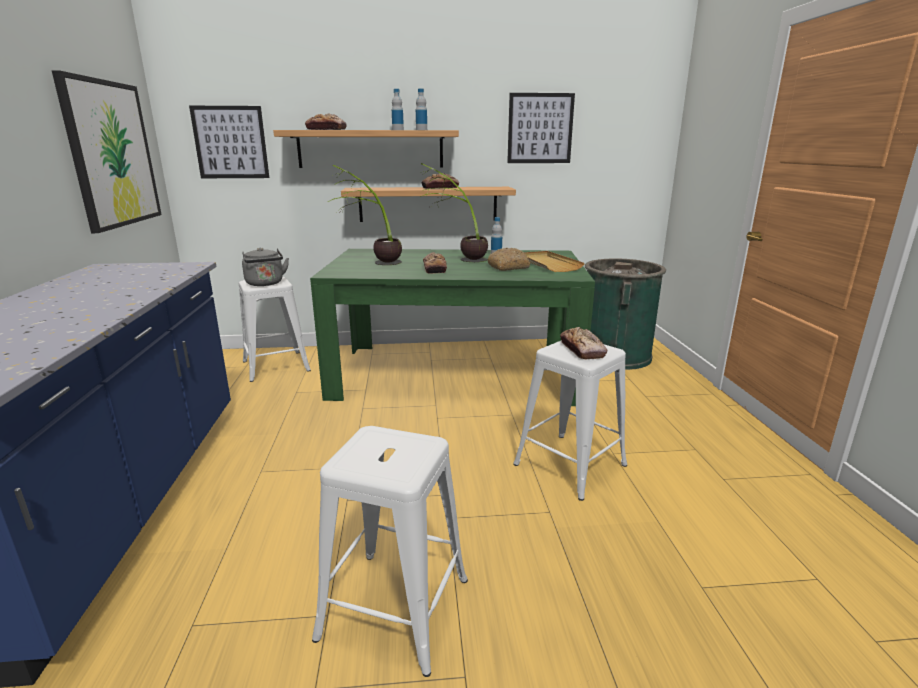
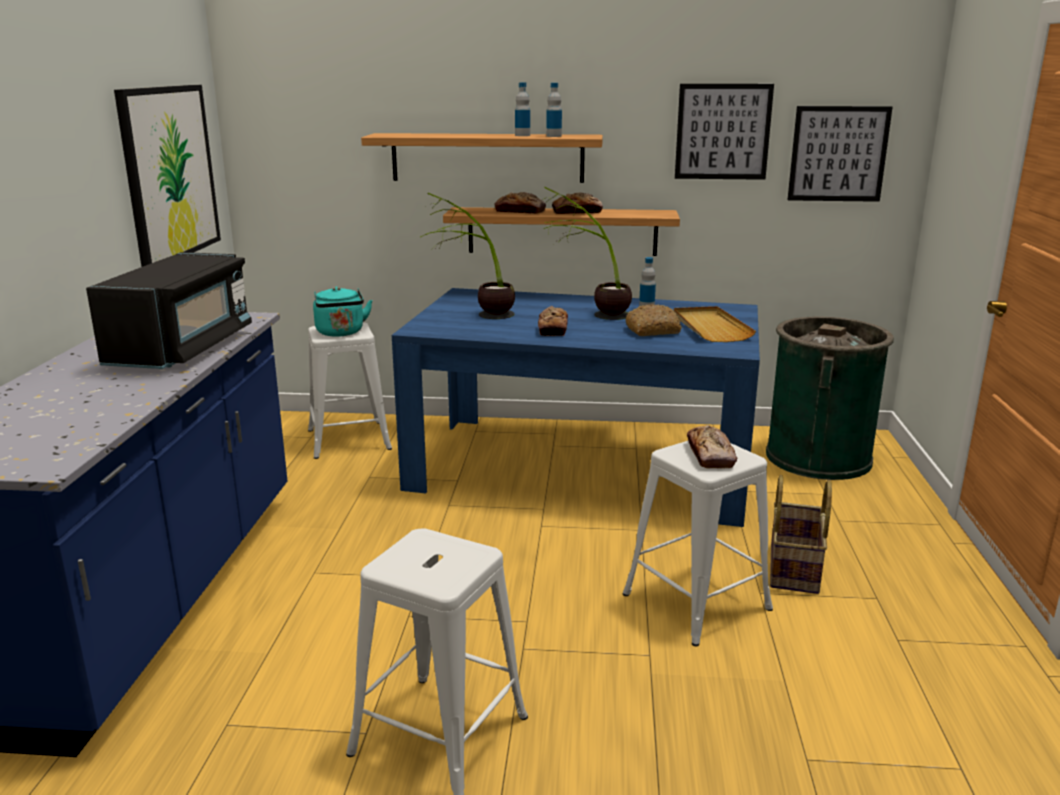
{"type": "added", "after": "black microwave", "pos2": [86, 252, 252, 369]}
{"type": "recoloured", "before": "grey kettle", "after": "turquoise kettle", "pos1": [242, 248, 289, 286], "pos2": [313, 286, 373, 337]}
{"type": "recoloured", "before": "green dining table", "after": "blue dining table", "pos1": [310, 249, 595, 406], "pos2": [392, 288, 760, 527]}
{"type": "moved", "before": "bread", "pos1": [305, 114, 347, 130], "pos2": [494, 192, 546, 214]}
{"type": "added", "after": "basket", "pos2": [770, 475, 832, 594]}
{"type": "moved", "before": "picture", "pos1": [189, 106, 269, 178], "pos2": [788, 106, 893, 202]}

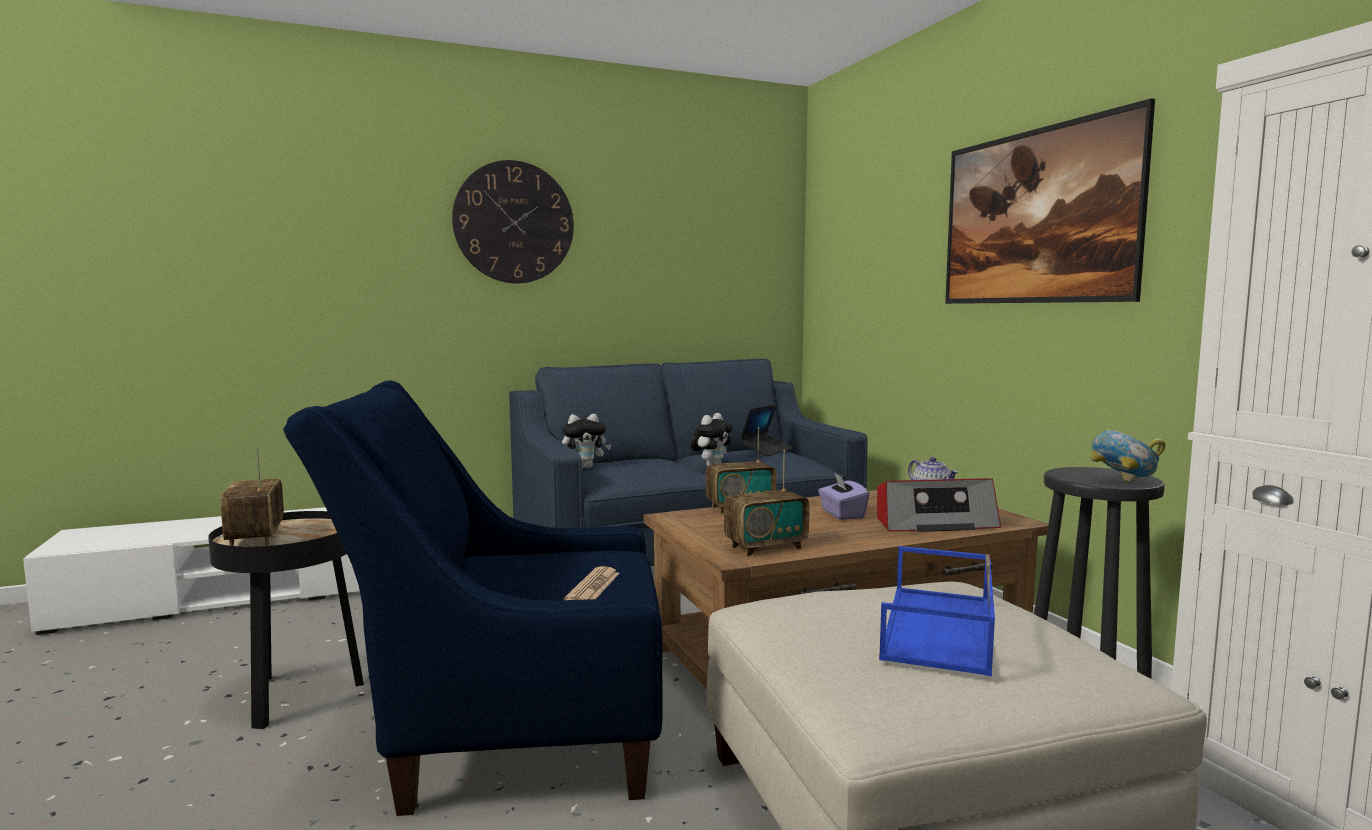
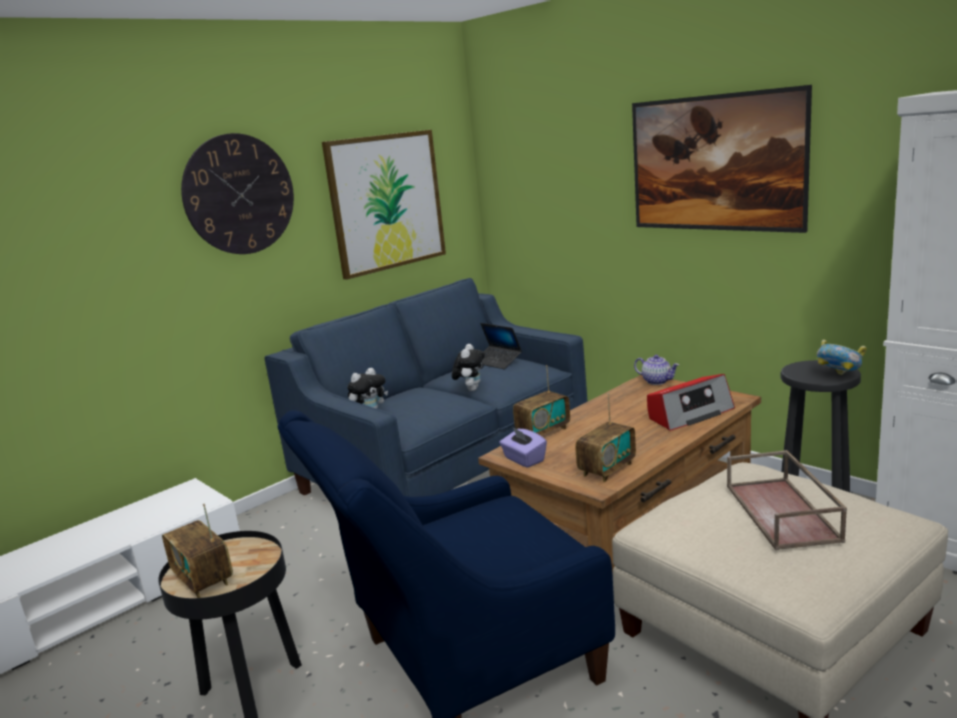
{"type": "added", "after": "picture", "pos2": [322, 130, 446, 280]}
{"type": "turned", "before": "laptop", "pos1": [739, 404, 793, 456], "pos2": [480, 323, 522, 369], "turn": 120}
{"type": "moved", "before": "purple tissue box", "pos1": [818, 472, 869, 520], "pos2": [499, 428, 547, 468]}
{"type": "recoloured", "before": "blue tray", "after": "brown tray", "pos1": [879, 546, 995, 677], "pos2": [727, 450, 847, 550]}
{"type": "removed", "before": "newspaper", "pos1": [564, 566, 620, 600]}

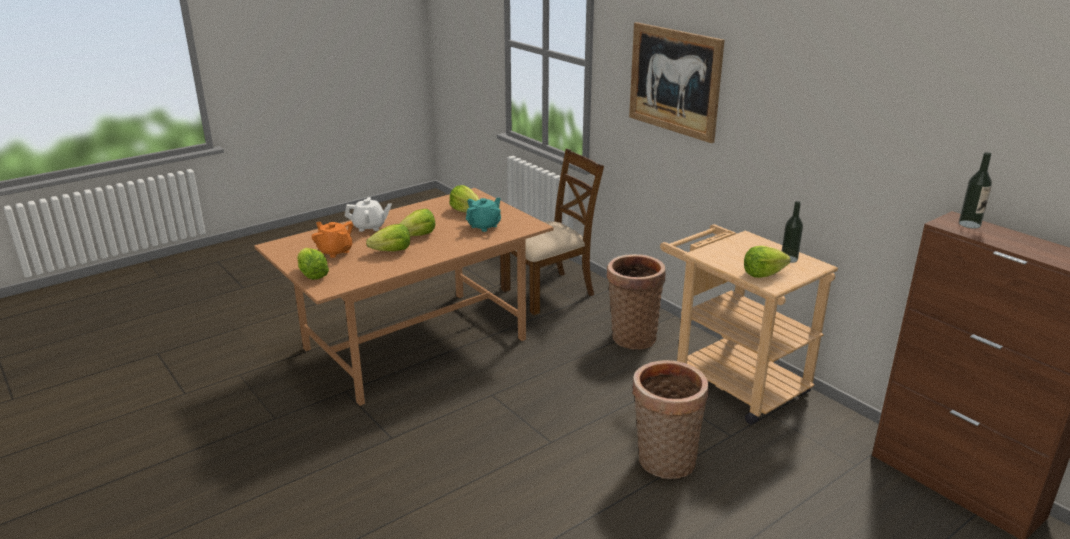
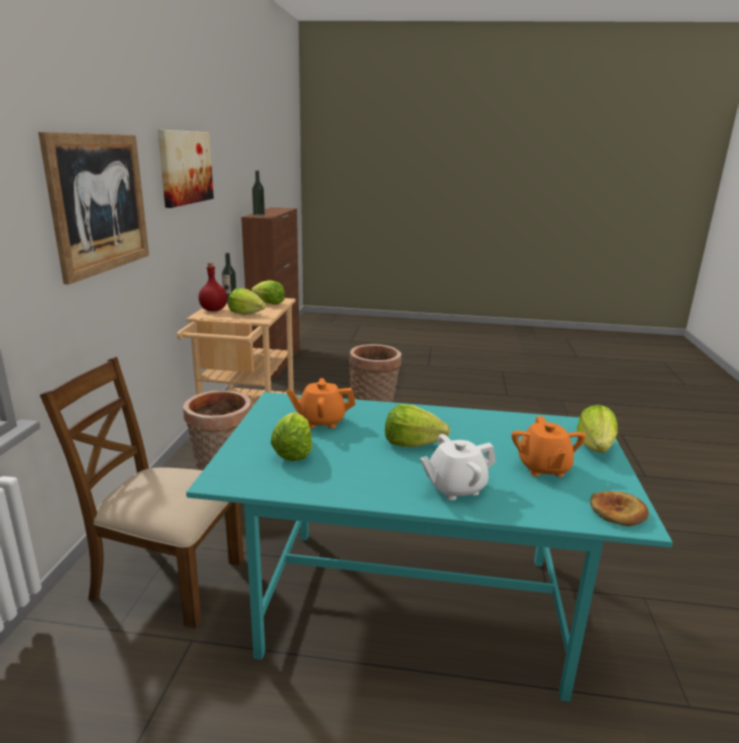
{"type": "added", "after": "picture", "pos2": [158, 130, 214, 208]}
{"type": "recoloured", "before": "brown dining table", "after": "turquoise dining table", "pos1": [254, 188, 553, 406], "pos2": [186, 392, 673, 702]}
{"type": "added", "after": "red bottle", "pos2": [199, 262, 227, 311]}
{"type": "moved", "before": "lettuce", "pos1": [366, 224, 410, 251], "pos2": [228, 288, 266, 315]}
{"type": "recoloured", "before": "turquoise teapot", "after": "orange teapot", "pos1": [466, 198, 501, 232], "pos2": [286, 378, 355, 428]}
{"type": "turned", "before": "white teapot", "pos1": [345, 197, 392, 232], "pos2": [420, 434, 496, 500], "turn": -60}
{"type": "added", "after": "bread", "pos2": [590, 491, 649, 526]}

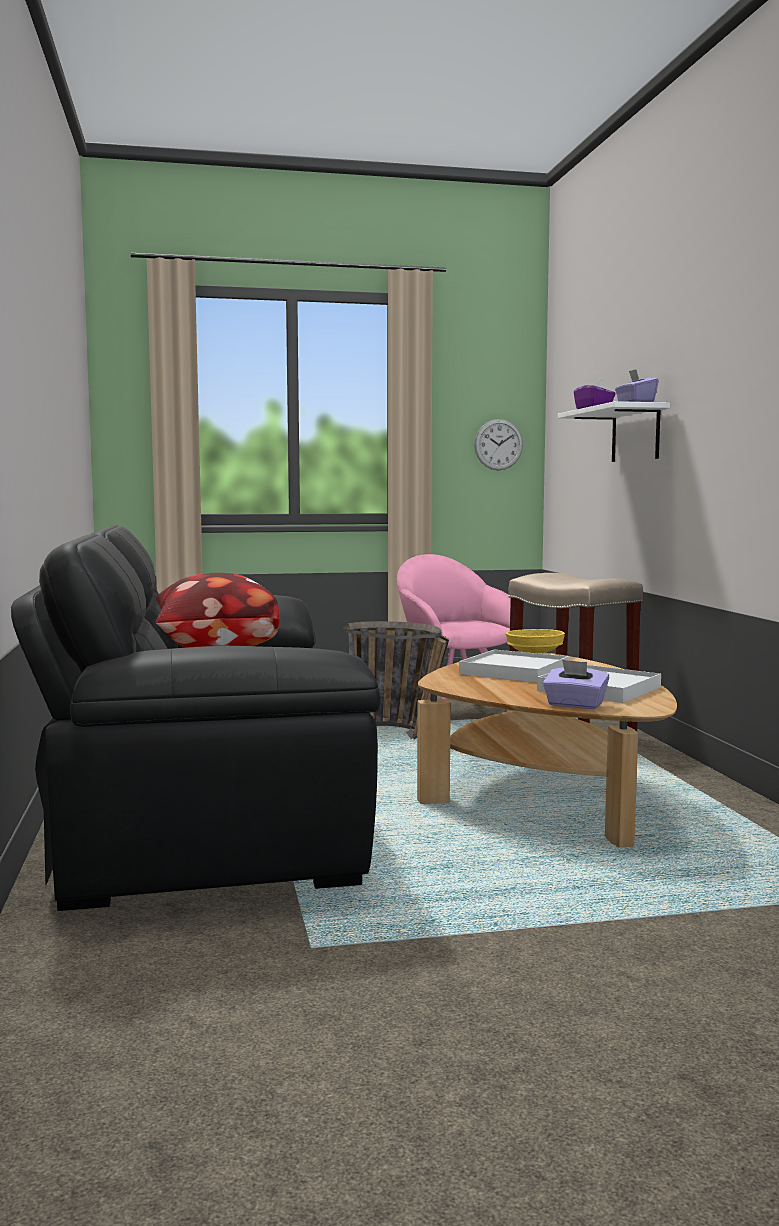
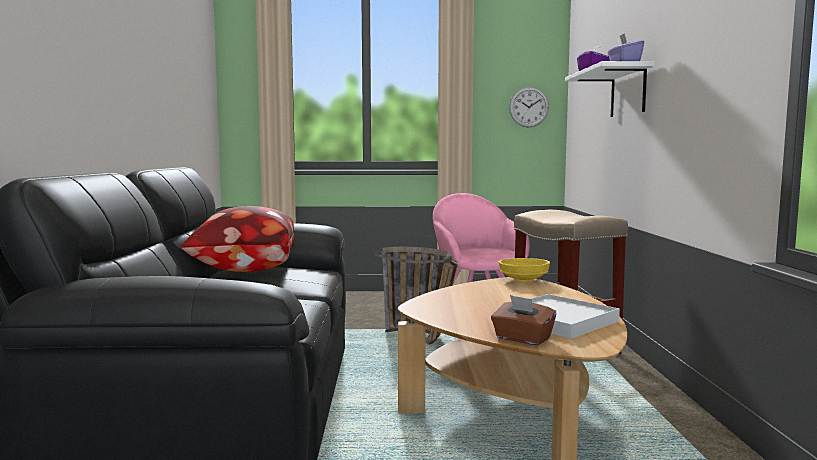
{"type": "recoloured", "before": "purple tissue box", "after": "brown tissue box", "pos1": [543, 659, 609, 709], "pos2": [491, 295, 556, 345]}
{"type": "removed", "before": "white tray", "pos1": [459, 650, 569, 682]}

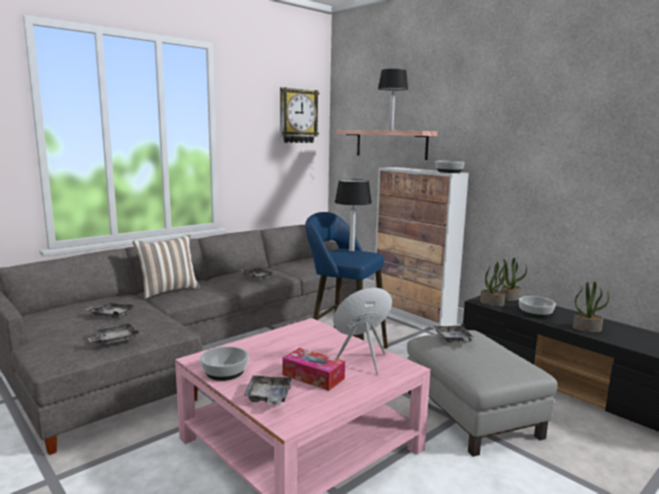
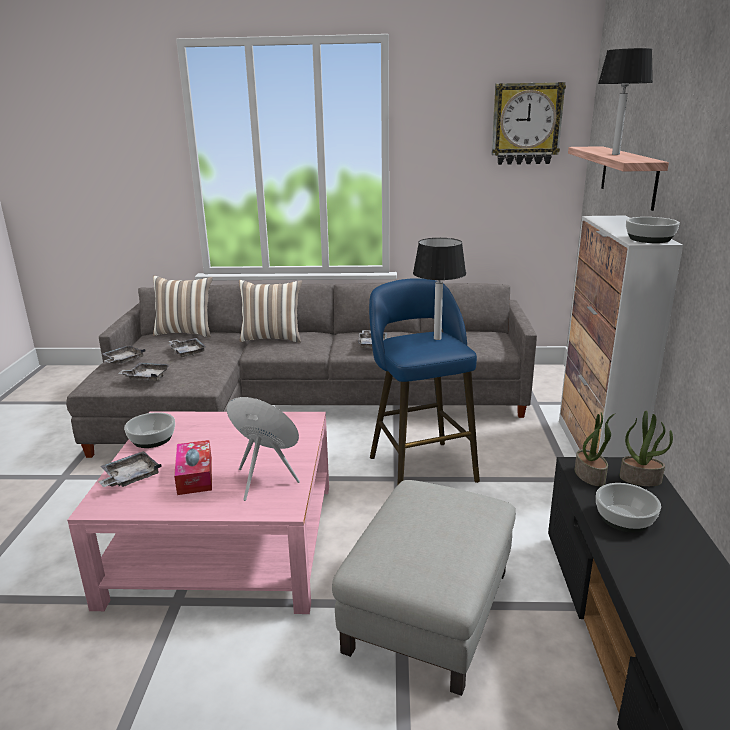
{"type": "moved", "before": "grey tray", "pos1": [434, 323, 475, 343], "pos2": [102, 345, 146, 364]}
{"type": "added", "after": "pillow", "pos2": [153, 276, 213, 337]}
{"type": "removed", "before": "potted plant", "pos1": [573, 282, 610, 332]}

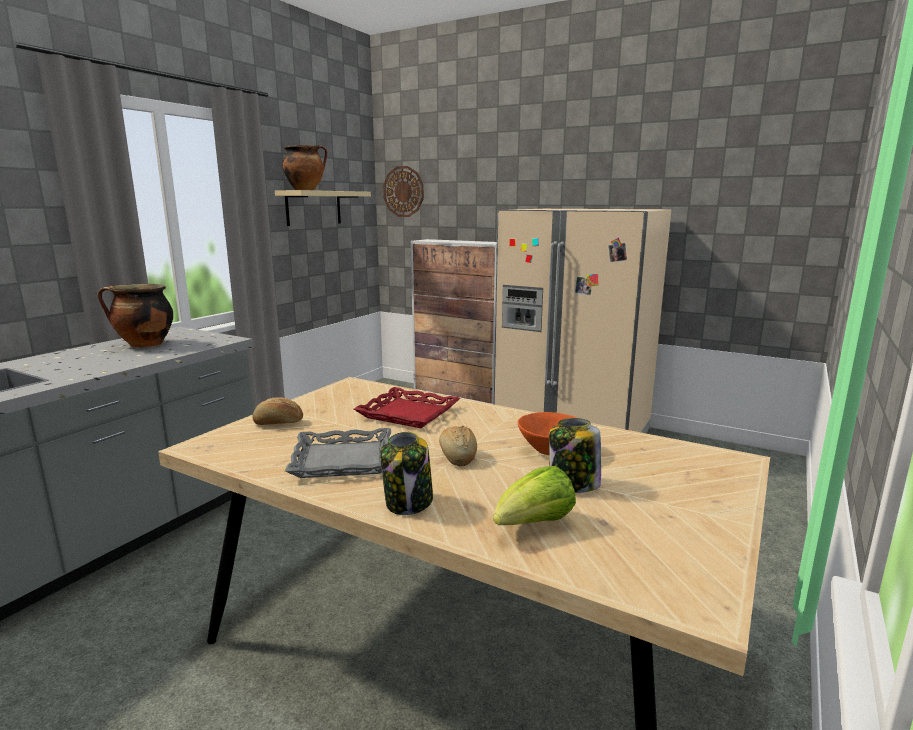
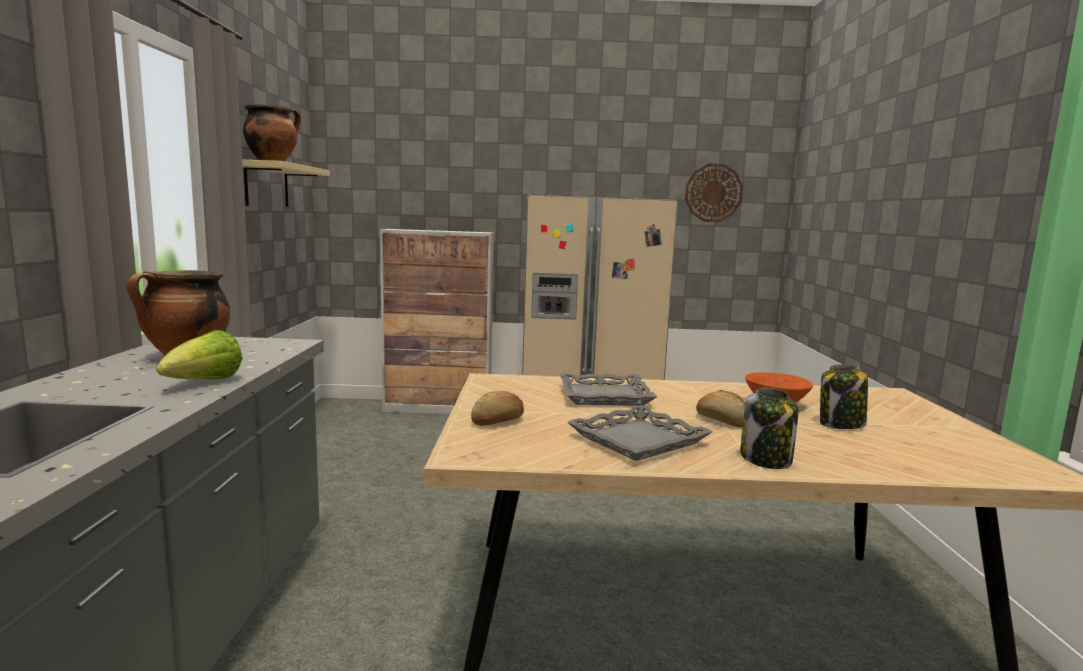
{"type": "moved", "before": "lettuce", "pos1": [493, 466, 576, 525], "pos2": [156, 330, 242, 379]}
{"type": "recoloured", "before": "red tray", "after": "grey tray", "pos1": [354, 387, 460, 428], "pos2": [559, 373, 657, 406]}
{"type": "moved", "before": "wall clock", "pos1": [383, 166, 424, 217], "pos2": [685, 164, 743, 222]}

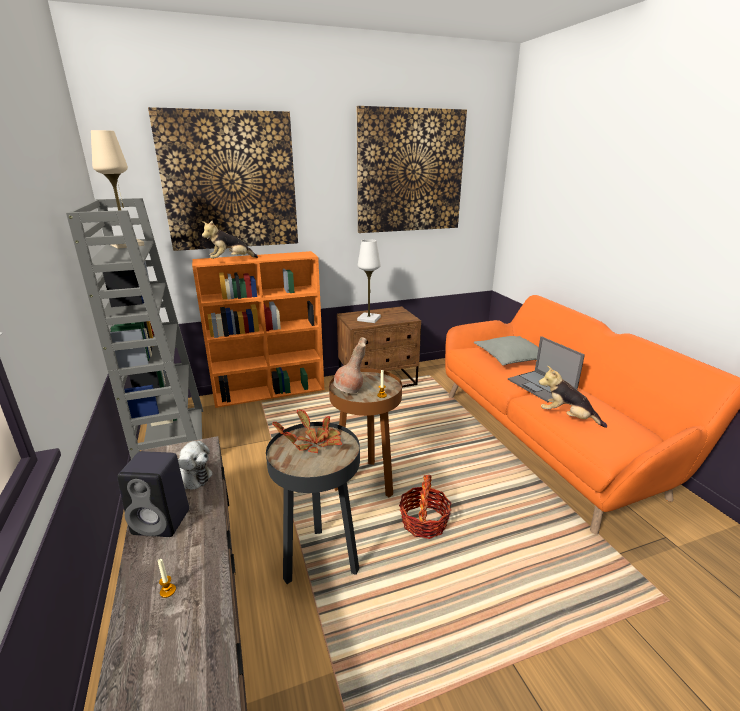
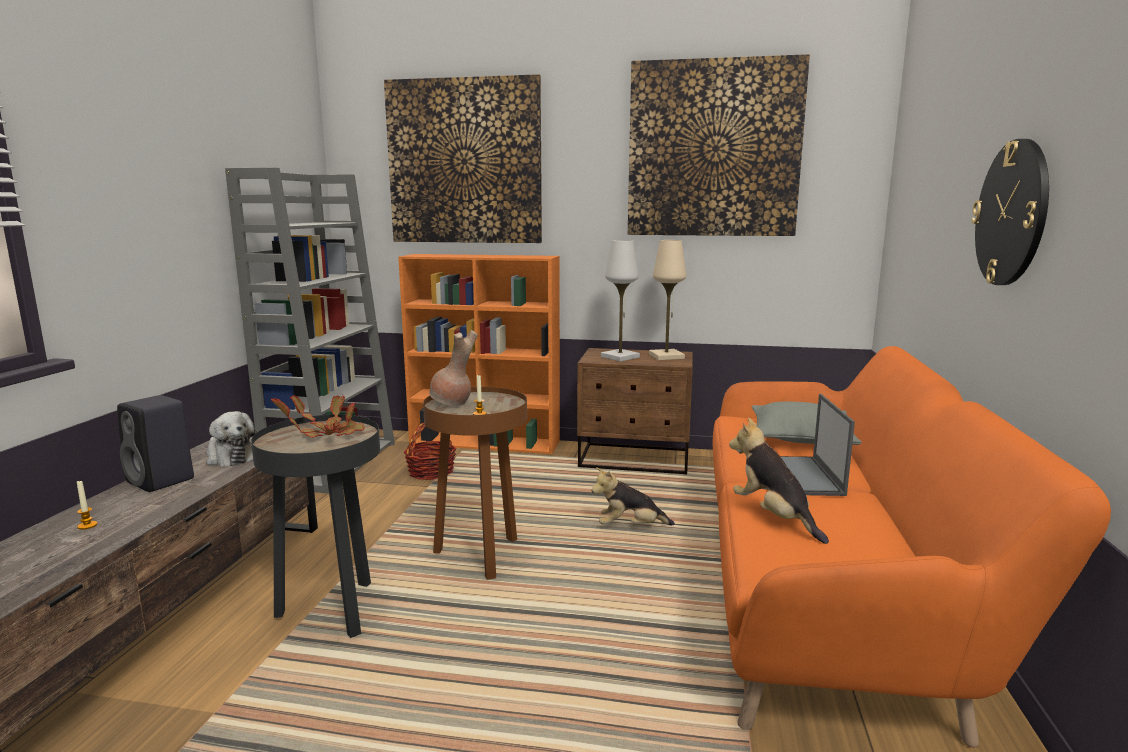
{"type": "moved", "before": "basket", "pos1": [399, 475, 451, 539], "pos2": [404, 423, 457, 480]}
{"type": "moved", "before": "plush toy", "pos1": [202, 221, 258, 259], "pos2": [592, 467, 675, 525]}
{"type": "moved", "before": "beige table lamp", "pos1": [91, 130, 144, 249], "pos2": [649, 240, 686, 360]}
{"type": "added", "after": "wall clock", "pos2": [971, 139, 1049, 285]}

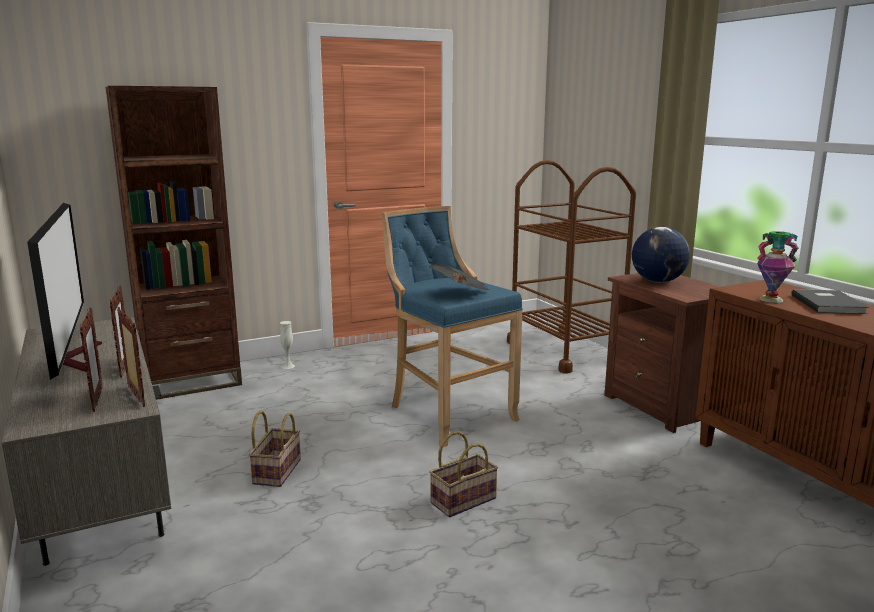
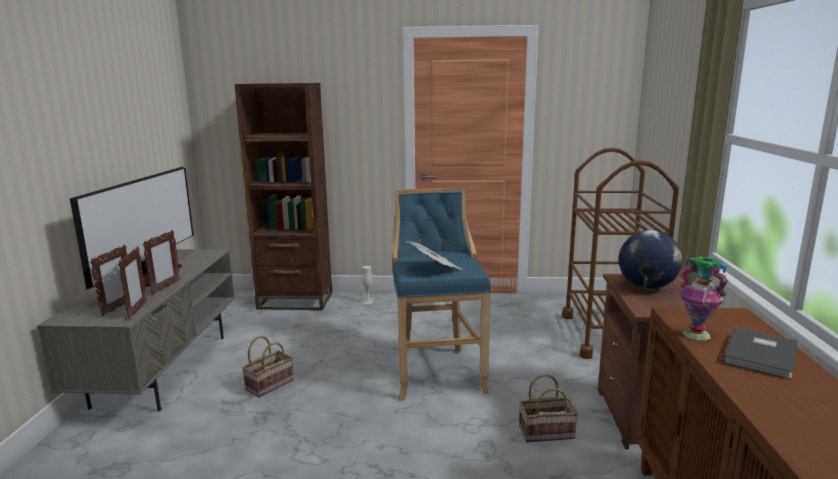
{"type": "moved", "before": "basket", "pos1": [429, 431, 498, 517], "pos2": [519, 374, 578, 442]}

